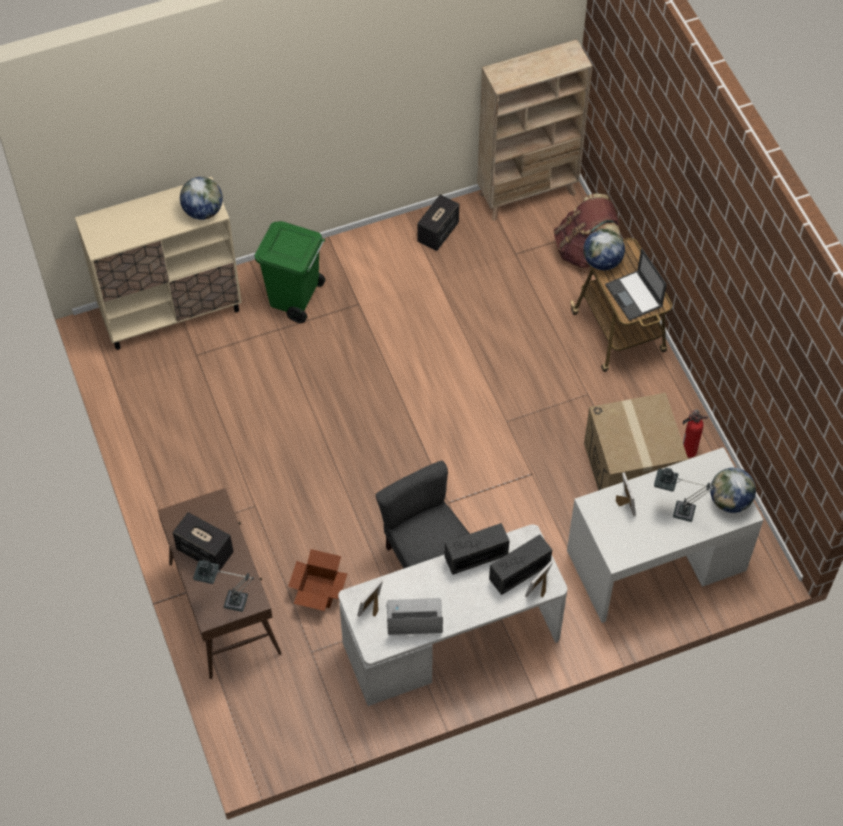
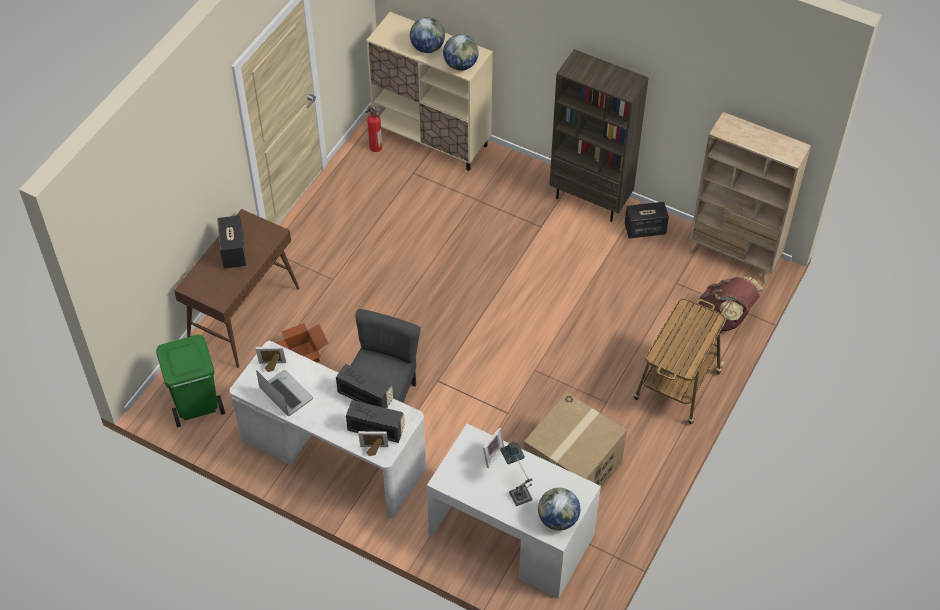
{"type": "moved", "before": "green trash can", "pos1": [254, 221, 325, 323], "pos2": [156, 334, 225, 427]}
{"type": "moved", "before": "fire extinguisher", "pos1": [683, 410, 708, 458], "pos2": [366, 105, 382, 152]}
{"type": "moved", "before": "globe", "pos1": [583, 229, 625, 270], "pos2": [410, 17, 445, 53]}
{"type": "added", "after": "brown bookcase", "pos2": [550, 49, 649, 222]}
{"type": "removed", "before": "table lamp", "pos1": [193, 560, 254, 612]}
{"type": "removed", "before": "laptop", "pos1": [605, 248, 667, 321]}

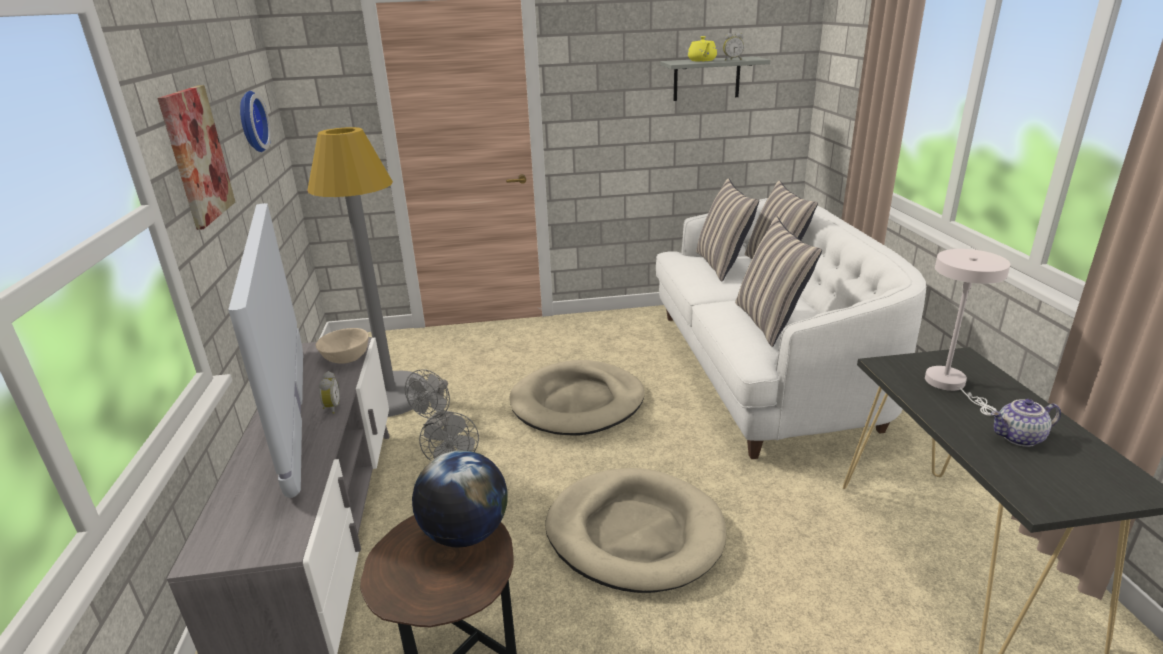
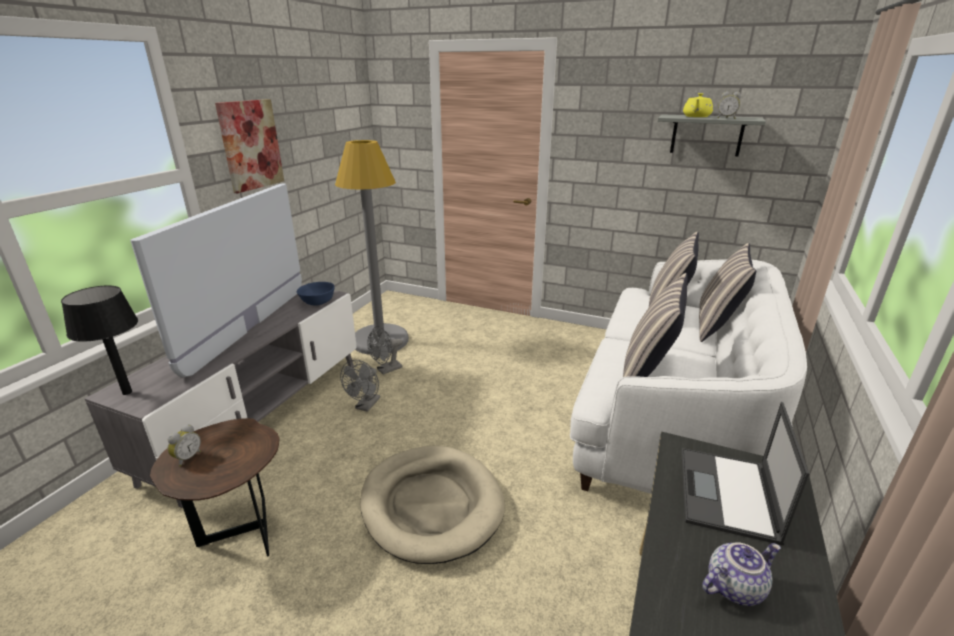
{"type": "added", "after": "black table lamp", "pos2": [61, 285, 138, 395]}
{"type": "moved", "before": "alarm clock", "pos1": [319, 371, 340, 414], "pos2": [168, 424, 201, 467]}
{"type": "recoloured", "before": "beige bowl", "after": "blue bowl", "pos1": [316, 328, 369, 364], "pos2": [297, 282, 335, 305]}
{"type": "replaced", "before": "white table lamp", "after": "laptop", "pos1": [925, 249, 1010, 416], "pos2": [681, 402, 809, 546]}
{"type": "turned", "before": "teapot", "pos1": [991, 399, 1061, 447], "pos2": [702, 542, 781, 606], "turn": 135}
{"type": "removed", "before": "wall clock", "pos1": [240, 91, 271, 152]}
{"type": "removed", "before": "globe", "pos1": [412, 450, 507, 548]}
{"type": "removed", "before": "beige dog bed", "pos1": [510, 360, 645, 435]}

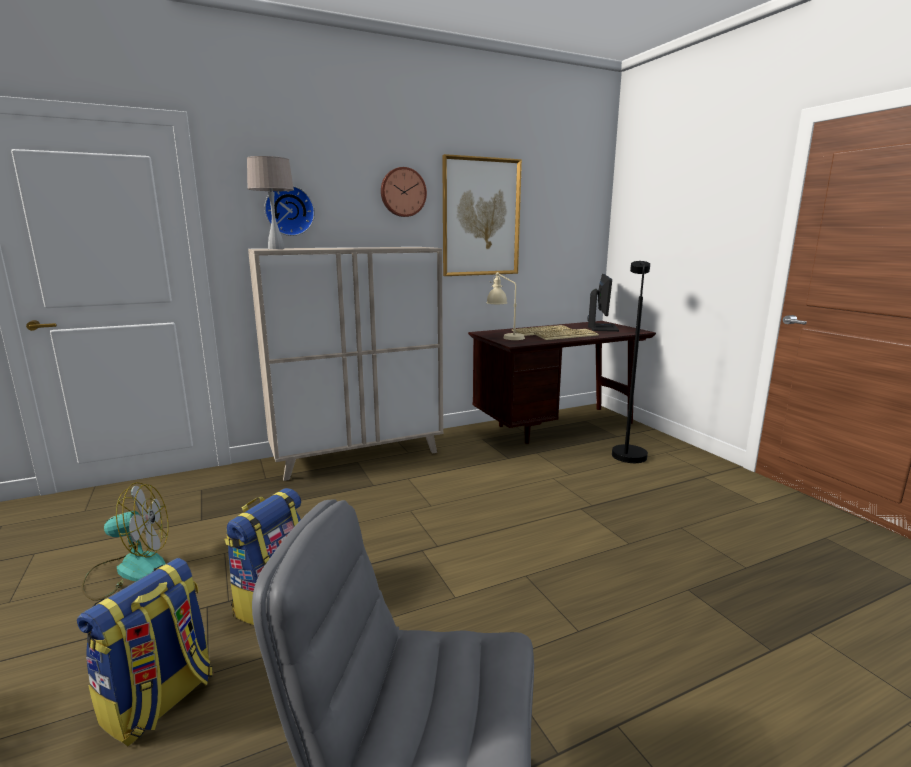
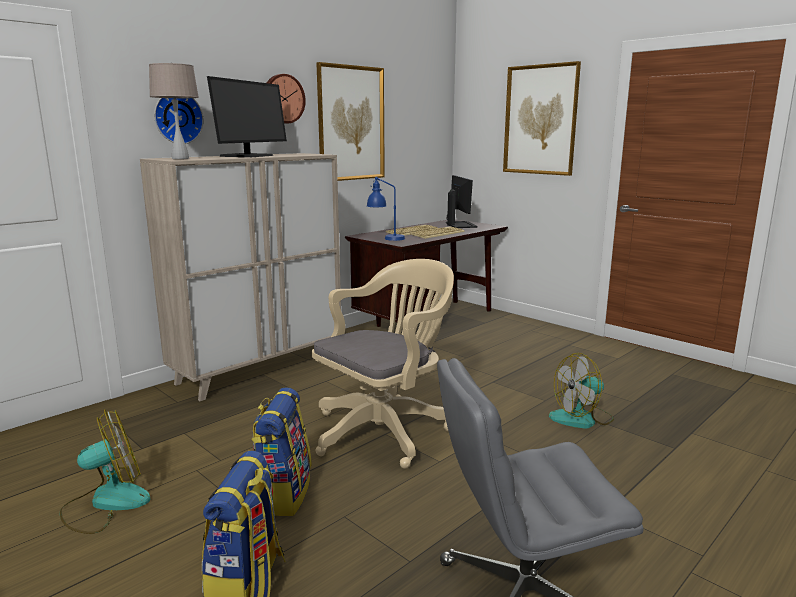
{"type": "added", "after": "monitor", "pos2": [207, 76, 287, 157]}
{"type": "added", "after": "beige office chair", "pos2": [312, 259, 454, 469]}
{"type": "recoloured", "before": "beige table lamp", "after": "blue table lamp", "pos1": [486, 272, 525, 340], "pos2": [367, 177, 405, 241]}
{"type": "added", "after": "picture", "pos2": [503, 61, 581, 176]}
{"type": "added", "after": "fan", "pos2": [549, 353, 614, 428]}
{"type": "removed", "before": "black floor lamp", "pos1": [612, 261, 650, 463]}

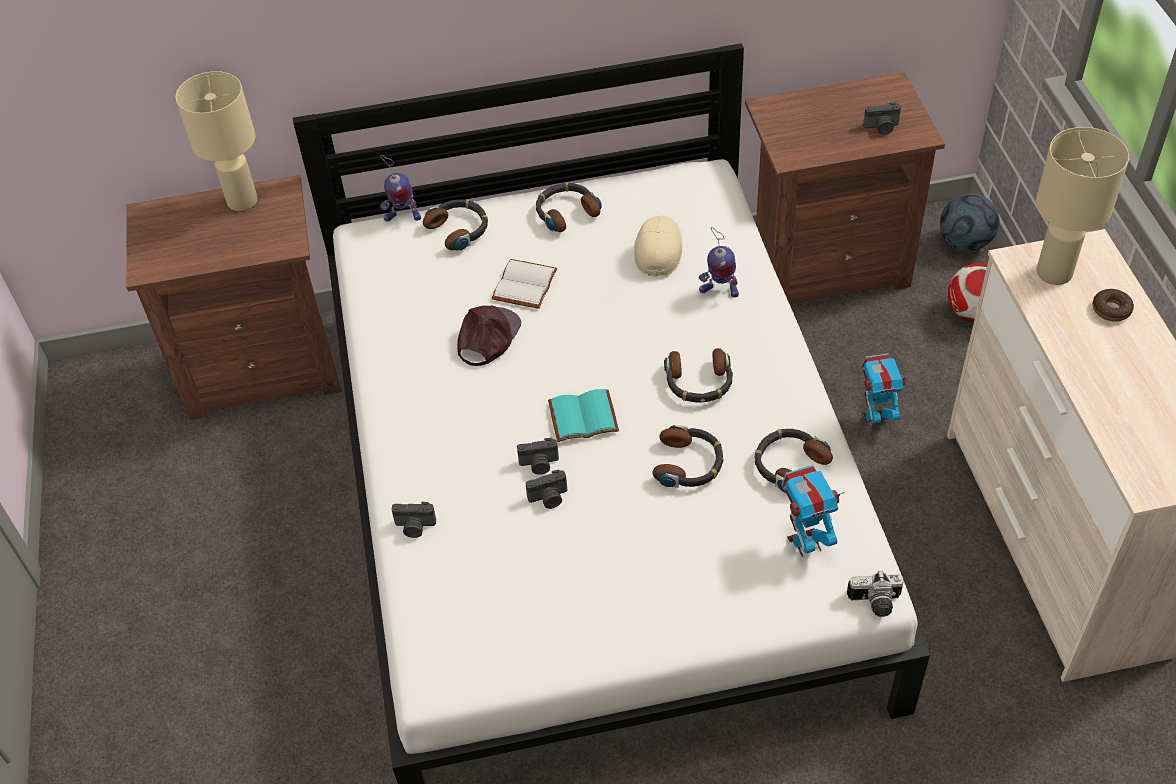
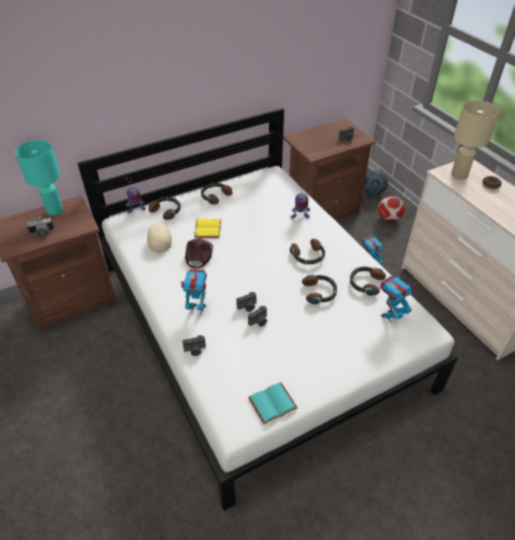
{"type": "recoloured", "before": "beige table lamp", "after": "turquoise table lamp", "pos1": [176, 71, 258, 211], "pos2": [15, 140, 63, 216]}
{"type": "moved", "before": "photo camera", "pos1": [847, 571, 904, 617], "pos2": [26, 217, 54, 237]}
{"type": "moved", "before": "beige cap", "pos1": [634, 216, 682, 277], "pos2": [147, 223, 172, 253]}
{"type": "added", "after": "toy robot", "pos2": [181, 269, 207, 314]}
{"type": "recoloured", "before": "white book", "after": "yellow book", "pos1": [492, 259, 557, 309], "pos2": [194, 219, 221, 238]}
{"type": "moved", "before": "turquoise book", "pos1": [548, 389, 619, 442], "pos2": [248, 382, 297, 424]}

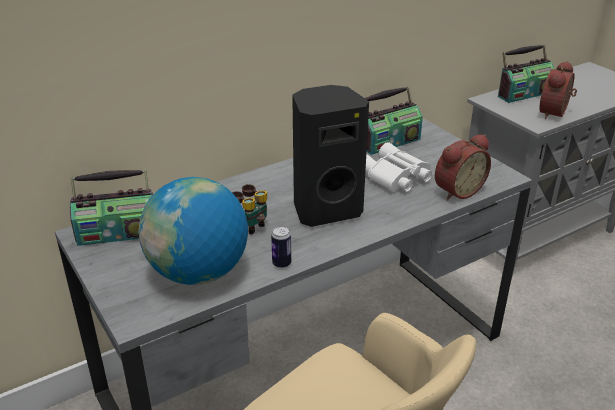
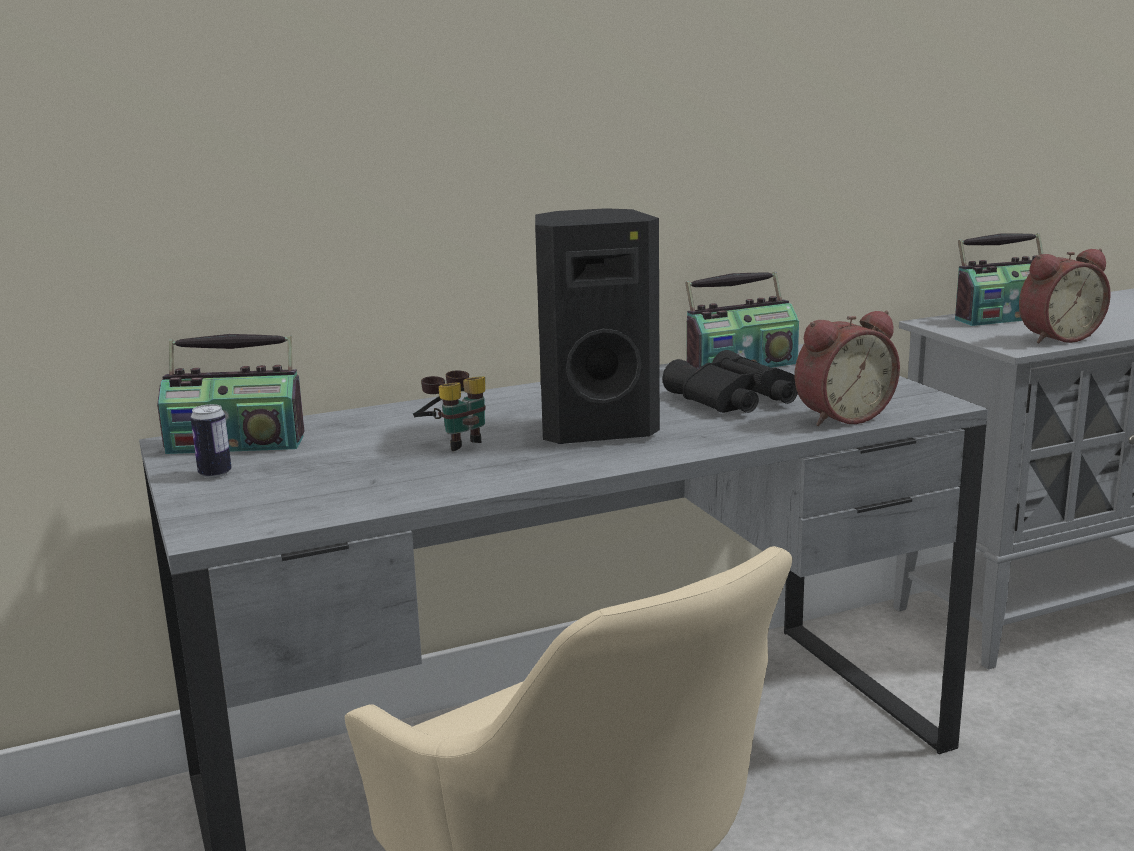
{"type": "moved", "before": "can", "pos1": [271, 226, 291, 268], "pos2": [190, 404, 232, 479]}
{"type": "recoloured", "before": "white binoculars", "after": "black binoculars", "pos1": [365, 142, 432, 192], "pos2": [662, 350, 798, 413]}
{"type": "turned", "before": "alarm clock", "pos1": [539, 61, 577, 119], "pos2": [1019, 249, 1111, 343], "turn": -150}
{"type": "removed", "before": "globe", "pos1": [139, 177, 248, 285]}

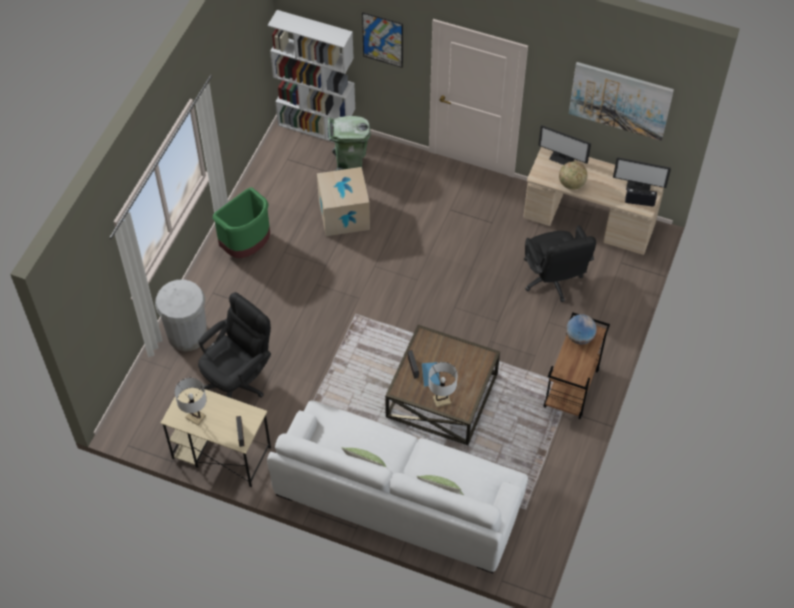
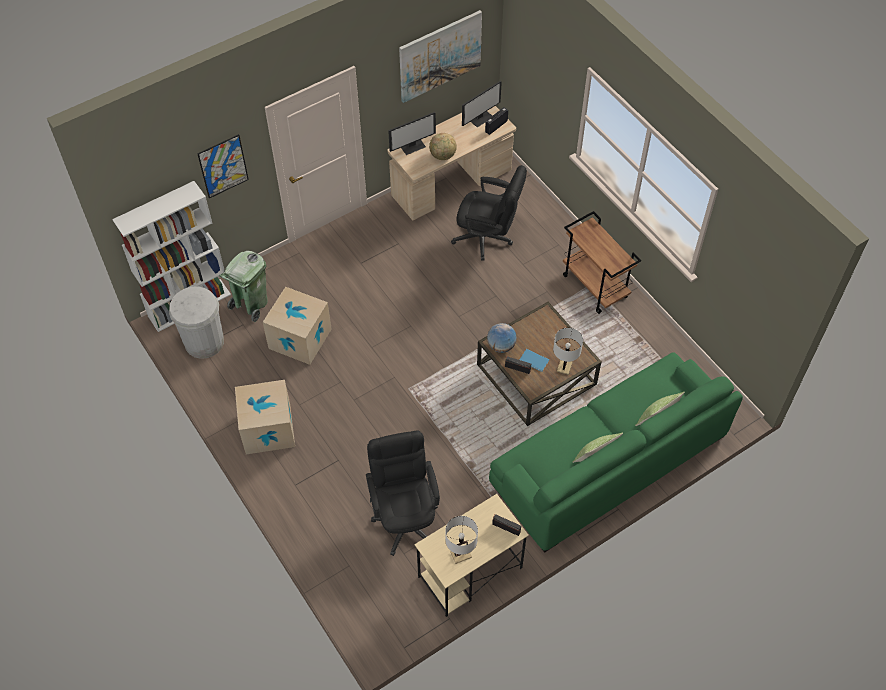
{"type": "moved", "before": "white trash can", "pos1": [155, 280, 207, 351], "pos2": [169, 286, 224, 359]}
{"type": "replaced", "before": "green trash can", "after": "cardboard box", "pos1": [213, 187, 270, 258], "pos2": [235, 380, 295, 454]}
{"type": "moved", "before": "globe", "pos1": [566, 314, 596, 344], "pos2": [487, 323, 517, 353]}
{"type": "recoloured", "before": "white sofa", "after": "green sofa", "pos1": [267, 400, 528, 573], "pos2": [489, 352, 743, 553]}

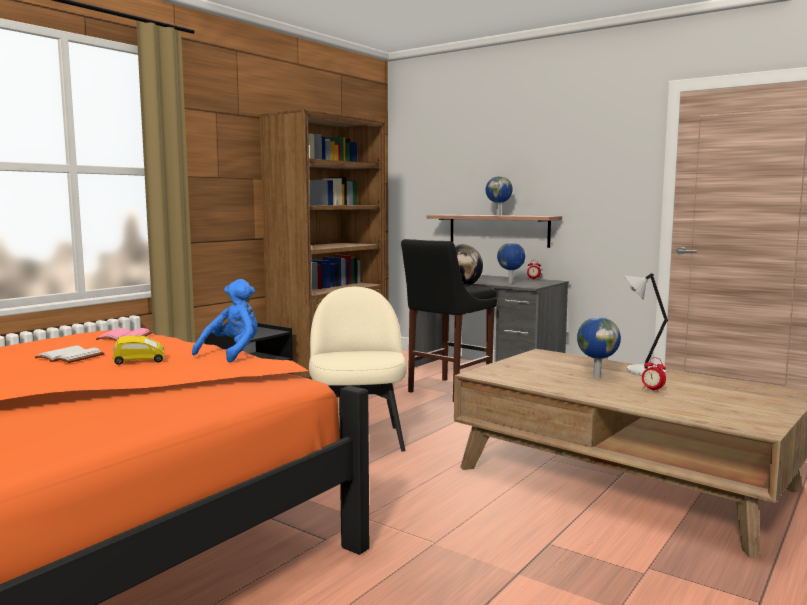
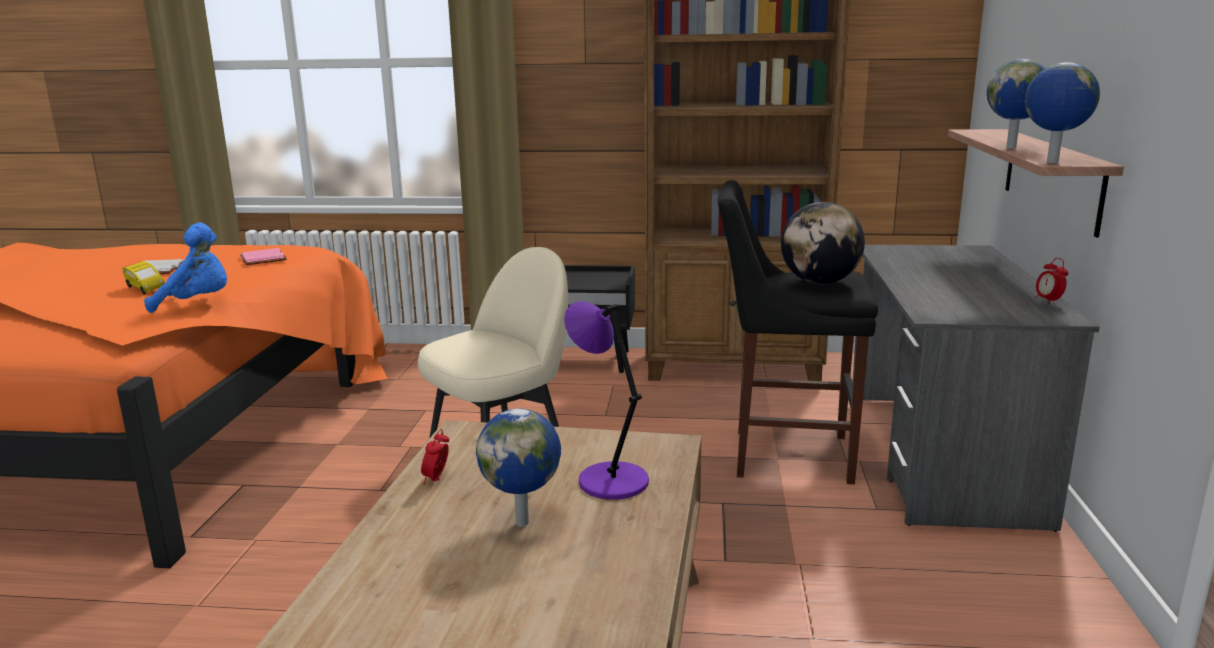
{"type": "moved", "before": "alarm clock", "pos1": [642, 358, 666, 391], "pos2": [421, 429, 449, 485]}
{"type": "added", "after": "purple table lamp", "pos2": [564, 301, 649, 500]}
{"type": "moved", "before": "globe", "pos1": [497, 242, 525, 284], "pos2": [1025, 62, 1100, 163]}
{"type": "removed", "before": "grey table lamp", "pos1": [624, 273, 668, 375]}

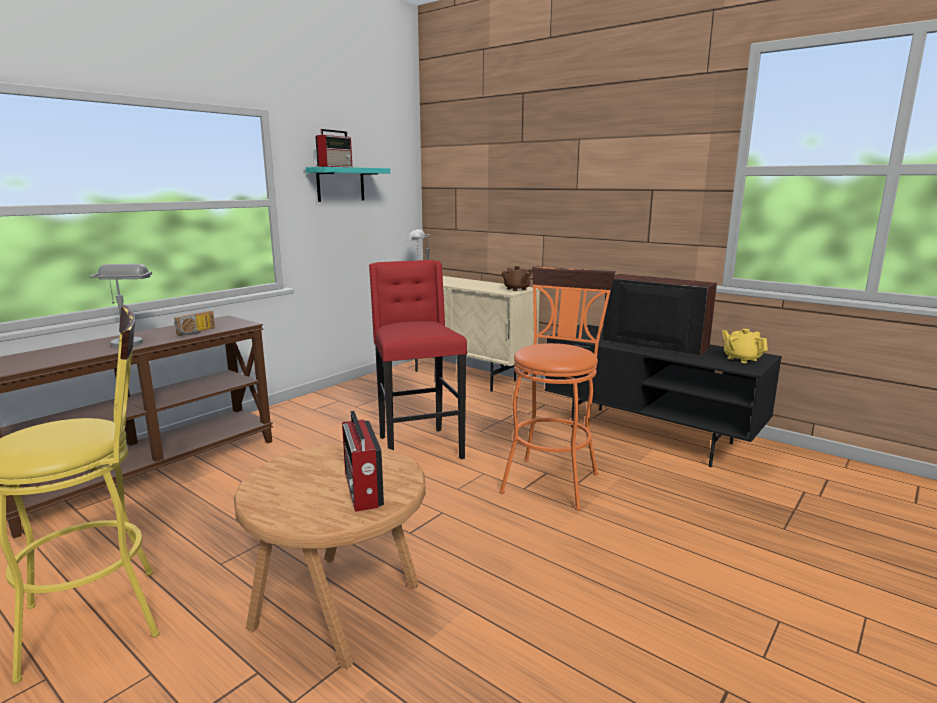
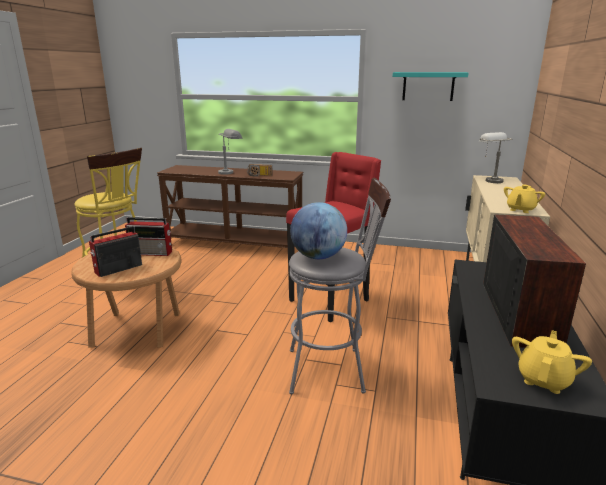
{"type": "moved", "before": "radio", "pos1": [315, 129, 352, 167], "pos2": [125, 217, 172, 256]}
{"type": "recoloured", "before": "orange stool", "after": "grey stool", "pos1": [499, 266, 615, 510], "pos2": [289, 178, 391, 394]}
{"type": "added", "after": "globe", "pos2": [290, 202, 347, 259]}
{"type": "recoloured", "before": "brown teapot", "after": "yellow teapot", "pos1": [502, 266, 532, 291], "pos2": [504, 185, 545, 213]}

